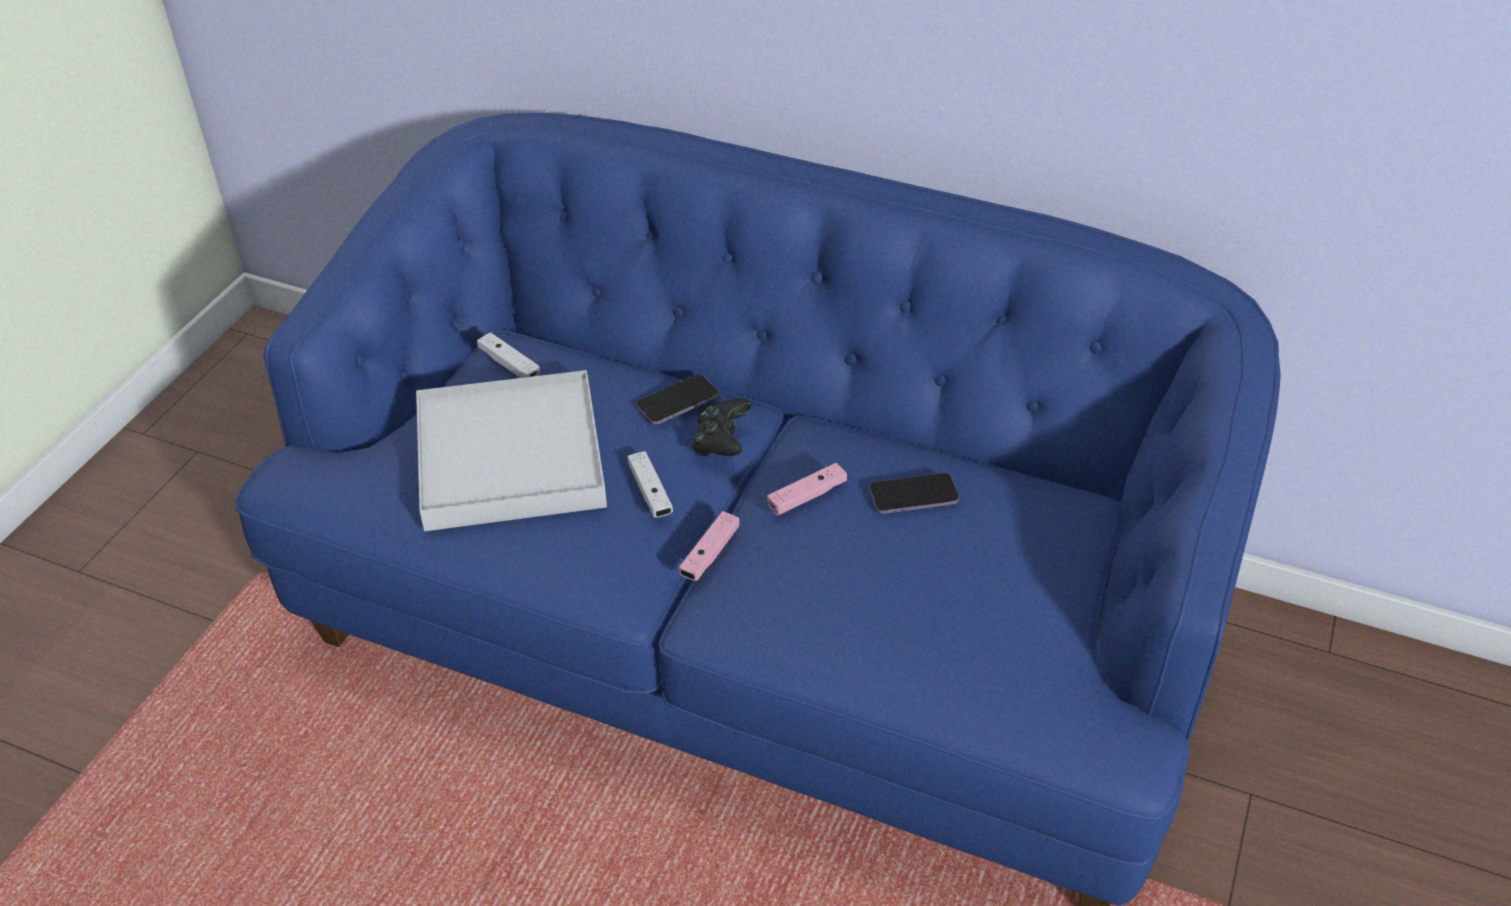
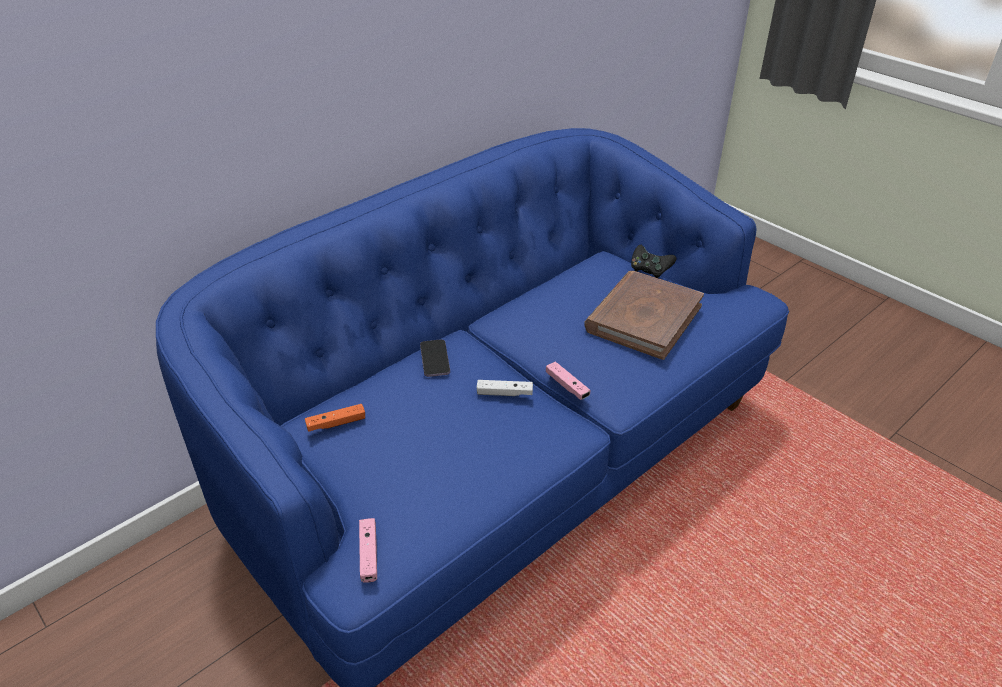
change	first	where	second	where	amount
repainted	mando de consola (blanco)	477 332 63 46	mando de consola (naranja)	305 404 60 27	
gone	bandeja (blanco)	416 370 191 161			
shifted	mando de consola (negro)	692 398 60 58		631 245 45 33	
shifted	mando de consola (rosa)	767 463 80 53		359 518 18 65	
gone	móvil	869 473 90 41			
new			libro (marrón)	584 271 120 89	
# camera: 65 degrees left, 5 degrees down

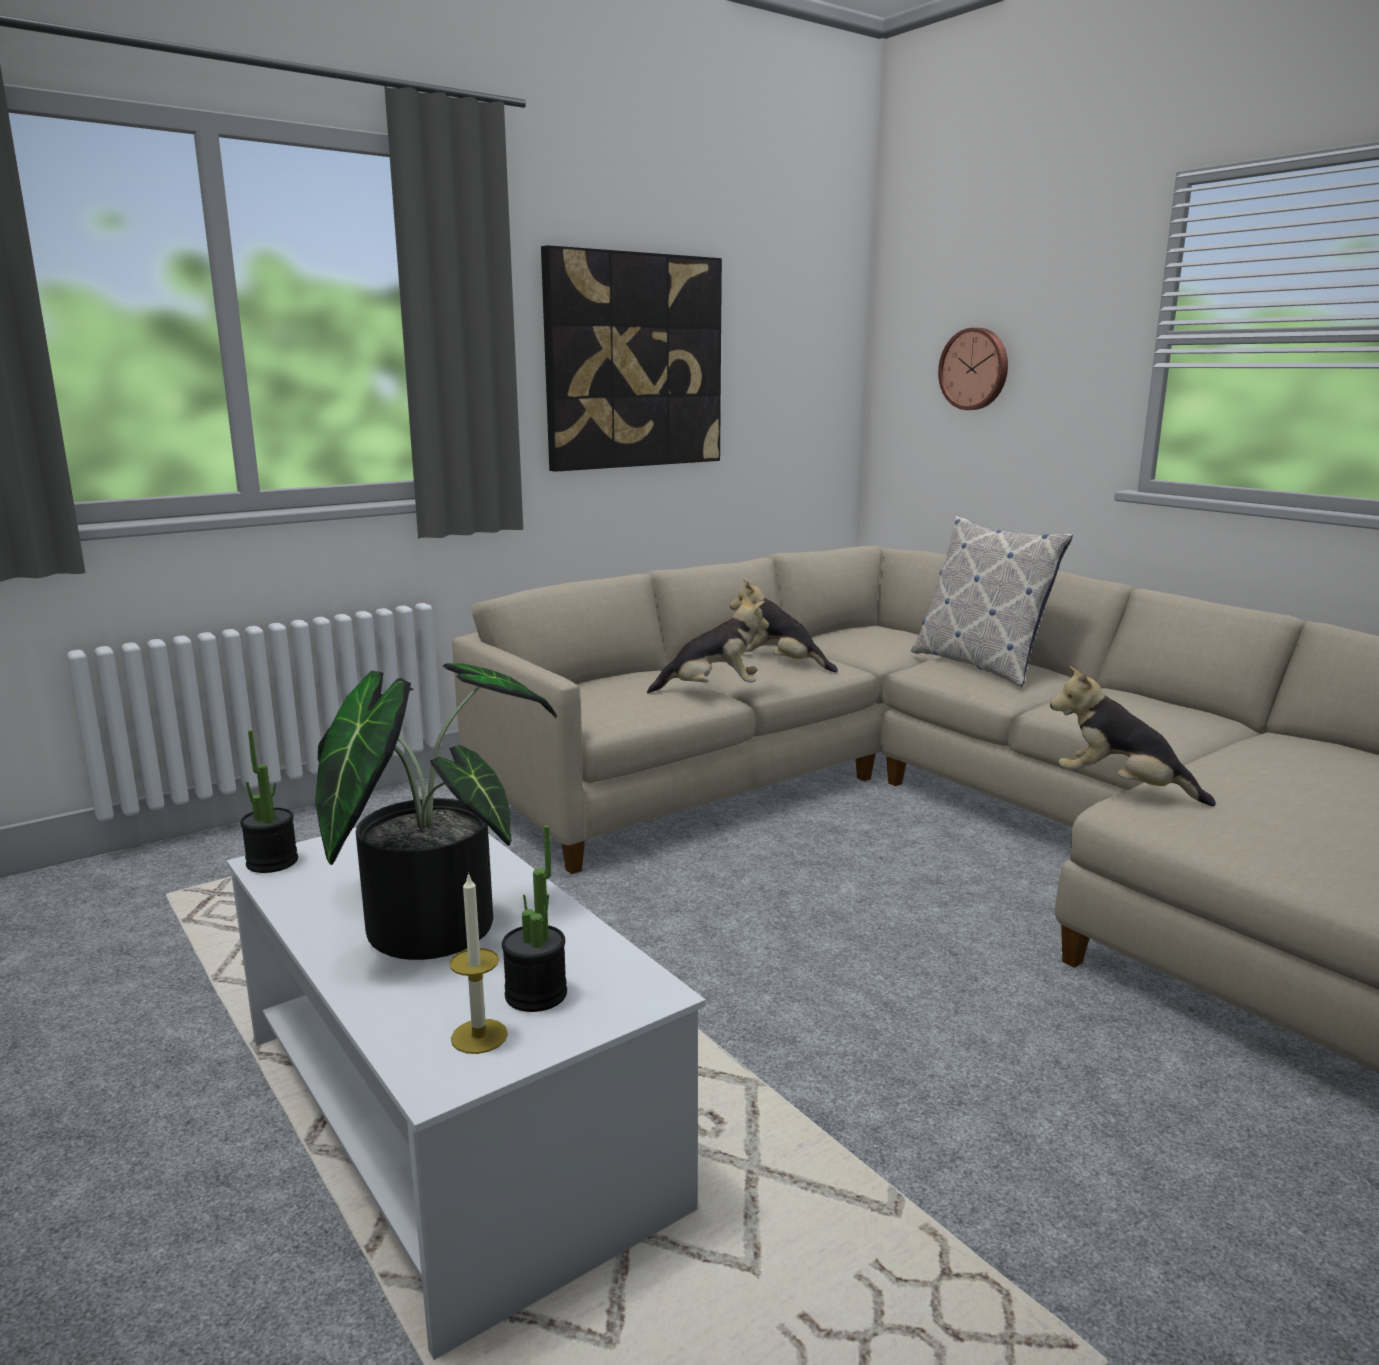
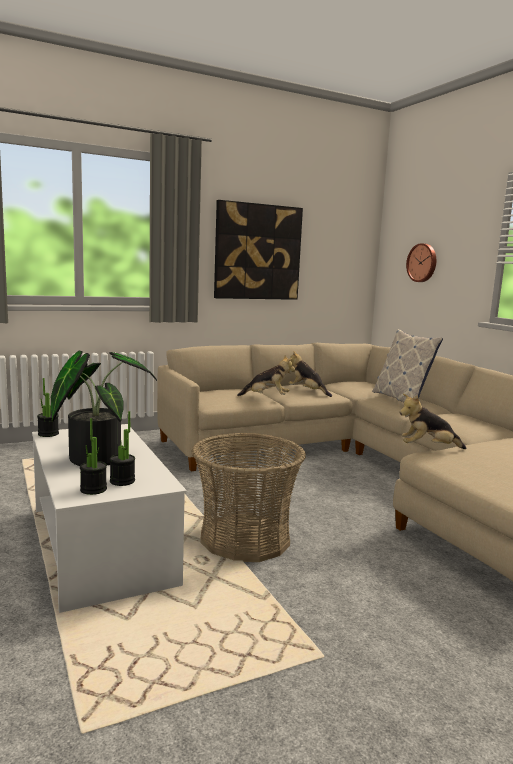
change	first	where	second	where	amount
rotated	peluche	1050 666 166 141		399 394 68 55	45 degrees counterclockwise
swapped	vela	450 872 58 182	planta en maceta	80 418 27 77	
new			cesta	191 433 115 129	
# camera: 10 degrees right, 5 degrees down

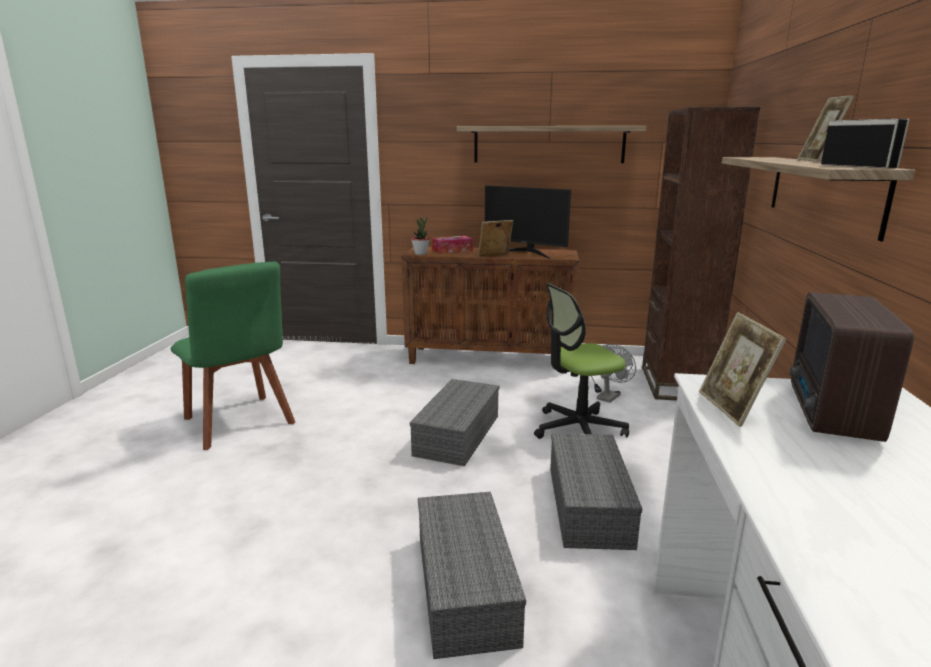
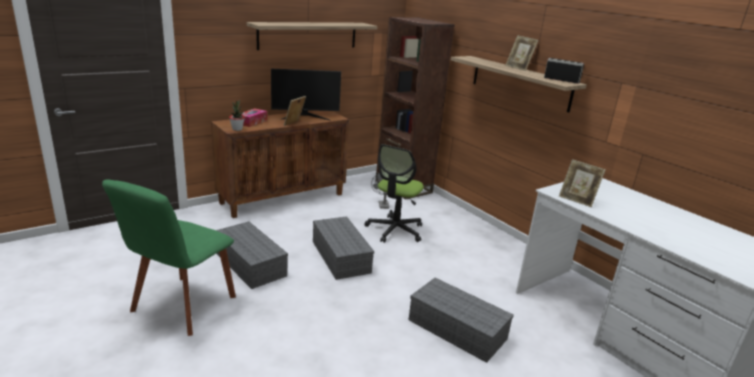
change	first	where	second	where	amount
rotated	silla (verde)	171 261 124 189		102 179 134 157	105 degrees clockwise
gone	radio	790 292 124 150			
shifted	caja de almacenaje (gris)	550 433 92 117		216 221 72 68	
# camera: 45 degrees left, 5 degrees up

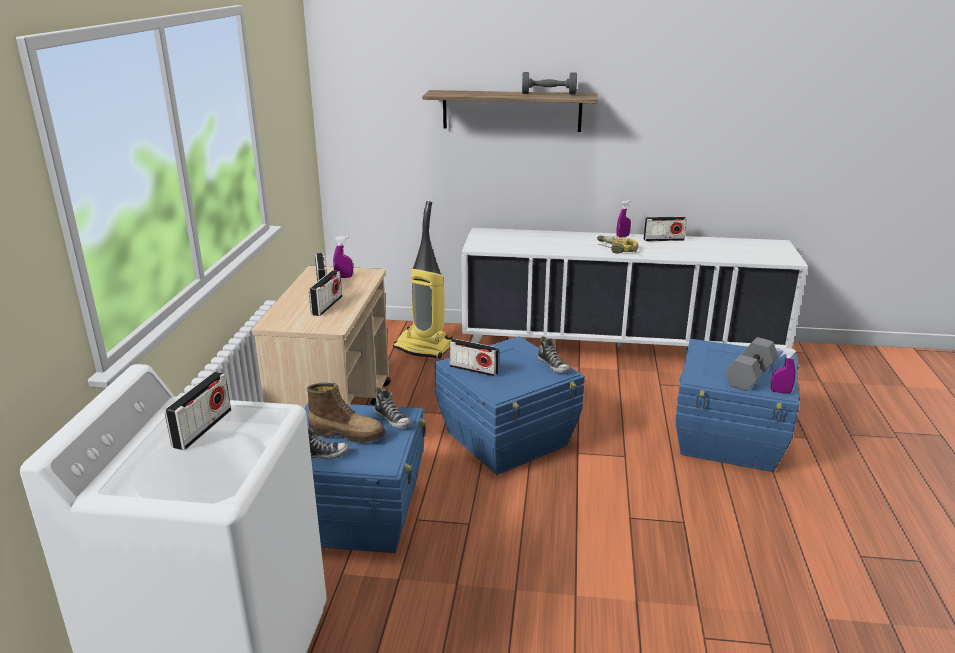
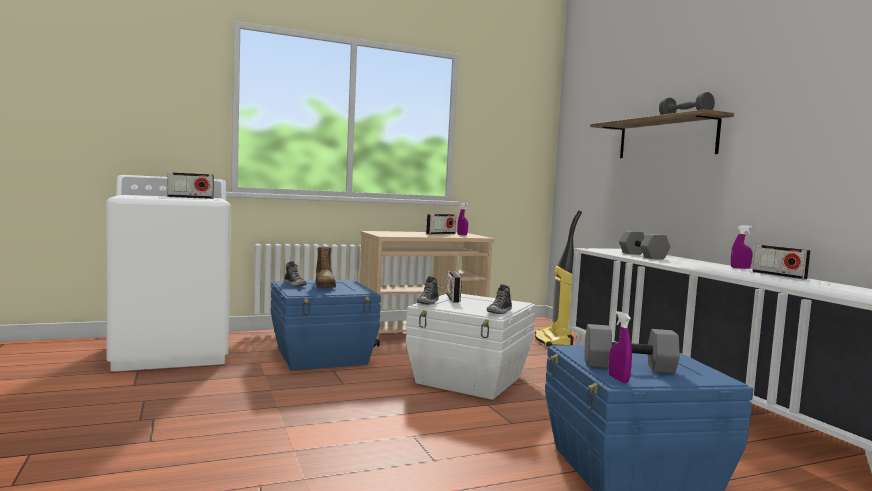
change	first	where	second	where	amount
gone	taladro	597 235 42 18			
gone	radio	309 270 33 46			
repainted	caja de almacenaje (azul)	435 336 150 139	caja de almacenaje (blanco)	406 294 130 106	
shifted	zapato	374 387 37 41		417 276 22 29	
new			mancuerna (gris)	619 231 51 29	
# camera: 60 degrees right, 20 degrees down

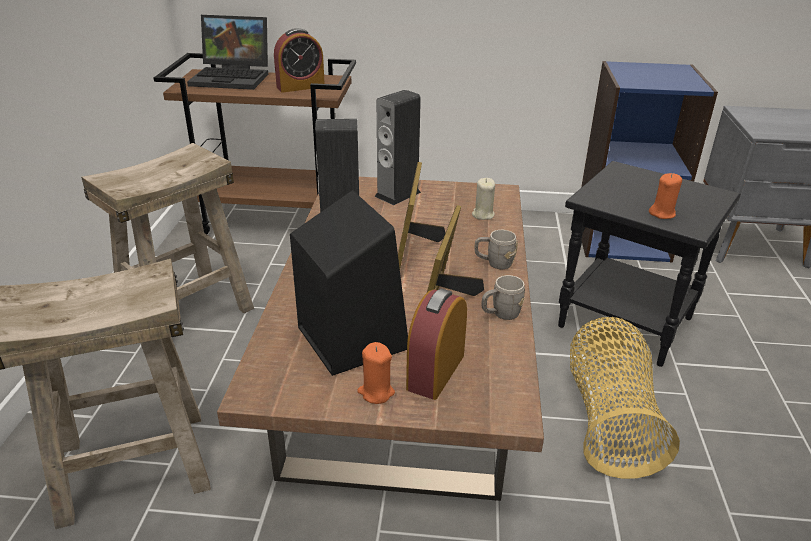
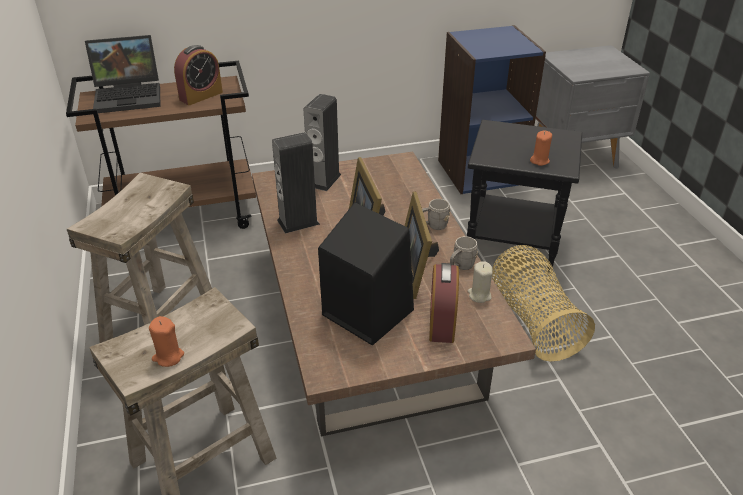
change	first	where	second	where	amount
shifted	vela (beis)	472 178 23 42		468 261 25 42	
shifted	vela (naranja)	357 342 38 62		149 316 35 51	
# camera: 20 degrees left, 5 degrees up

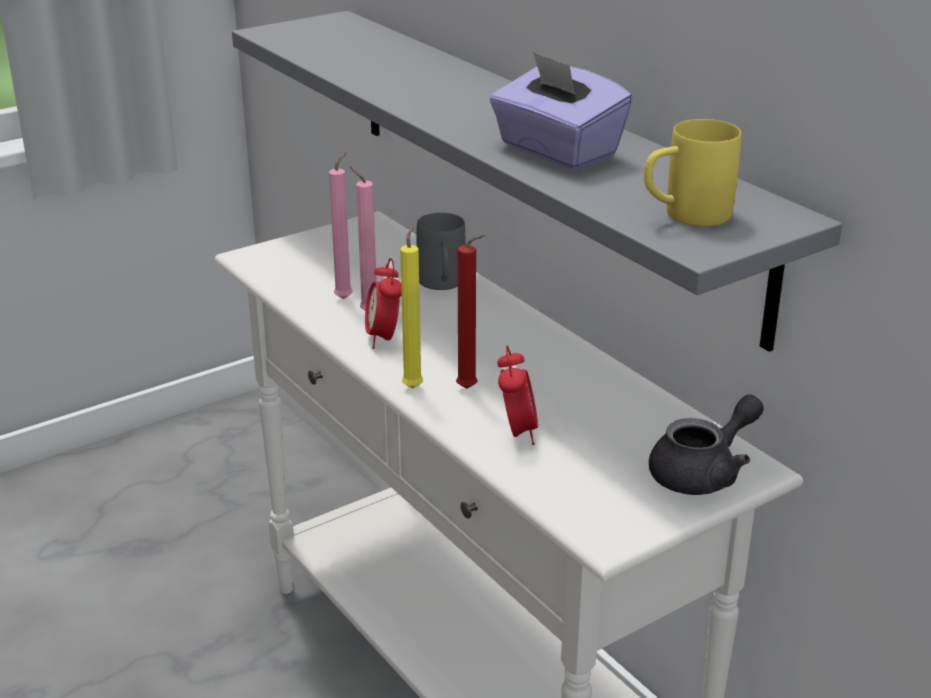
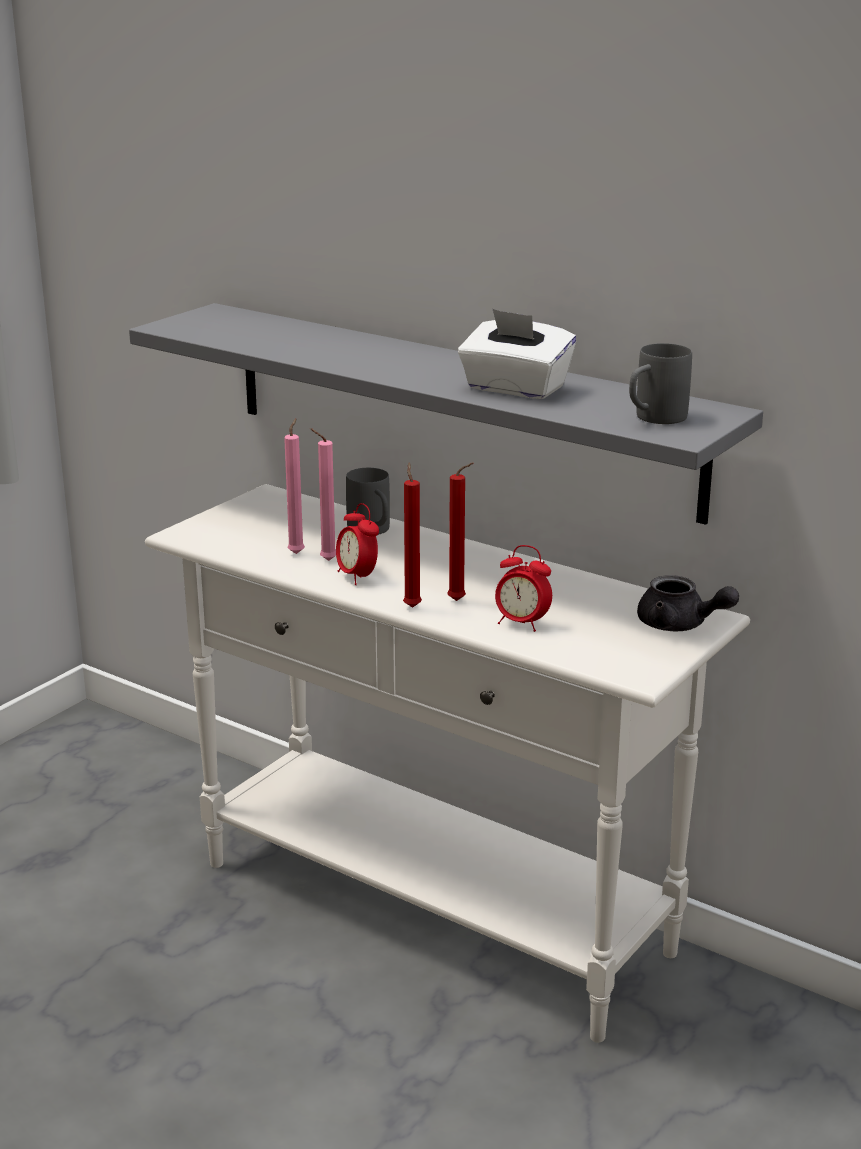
change	first	where	second	where	amount
repainted	caja de pañuelos (morado)	490 51 143 119	caja de pañuelos (blanco)	458 309 118 90	
repainted	taza grande (amarillo)	644 119 97 107	taza grande (gris)	629 343 63 81	
repainted	vela (amarillo)	400 224 23 164	vela (rojo)	403 463 19 145	
rotated	despertador	498 345 40 100		495 545 57 87	135 degrees clockwise
rotated	tetera (gris)	649 395 115 100		637 575 102 56	90 degrees clockwise
# camera: 20 degrees left, 5 degrees down

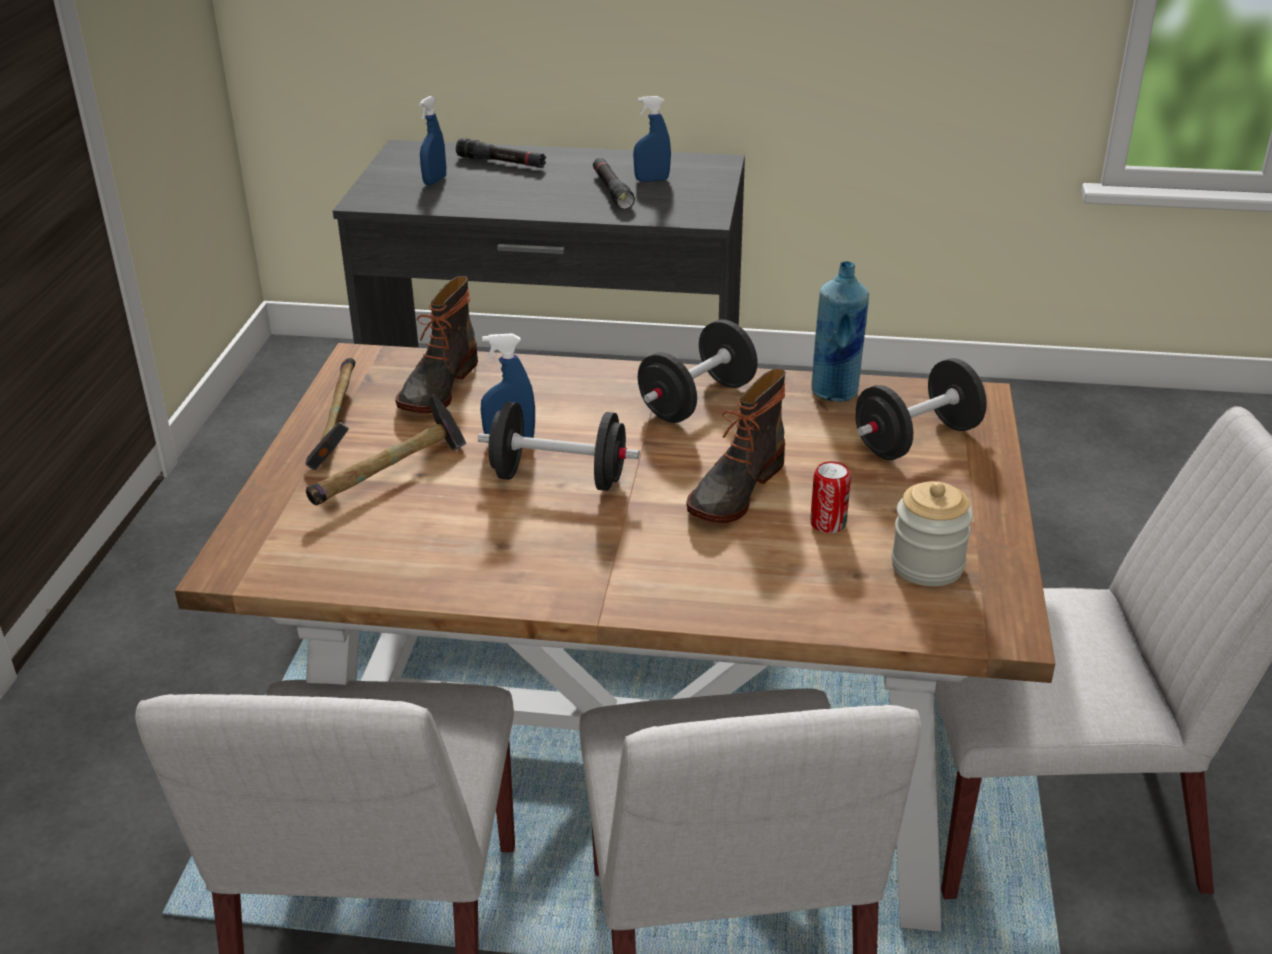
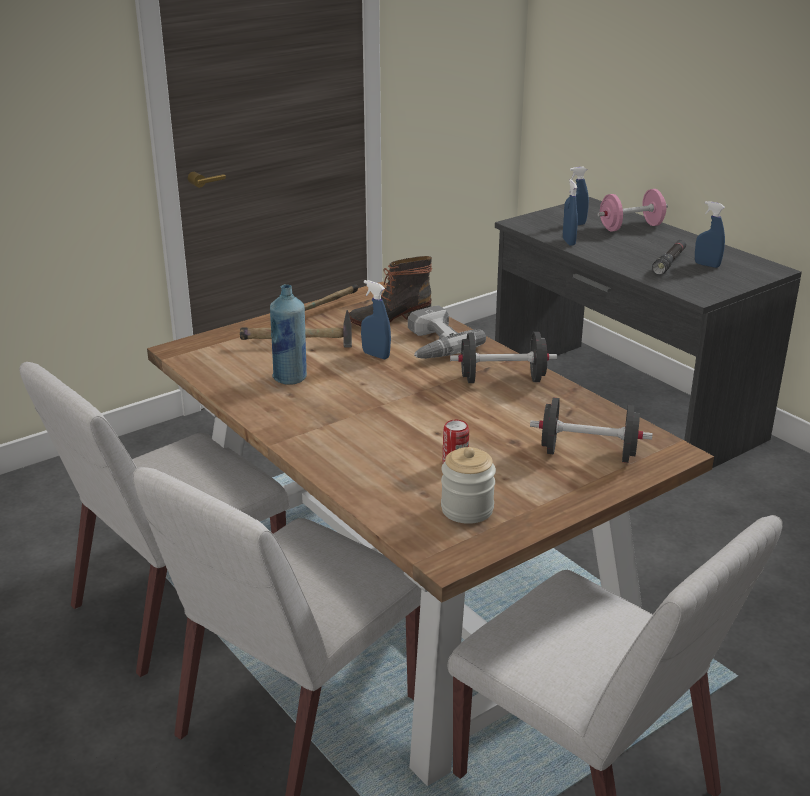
change	first	where	second	where	amount
swapped	linterna (negro)	456 138 90 30	mancuerna (rosa)	598 189 70 43	
shifted	botella (azul)	811 261 58 141		270 284 37 101	
gone	bota	686 368 100 155			
gone	mancuerna (negro)	478 402 162 89			
new			pulverizador (azul)	563 179 15 67	
new			taladro	408 305 78 54	
# camera: 45 degrees right, 5 degrees down

